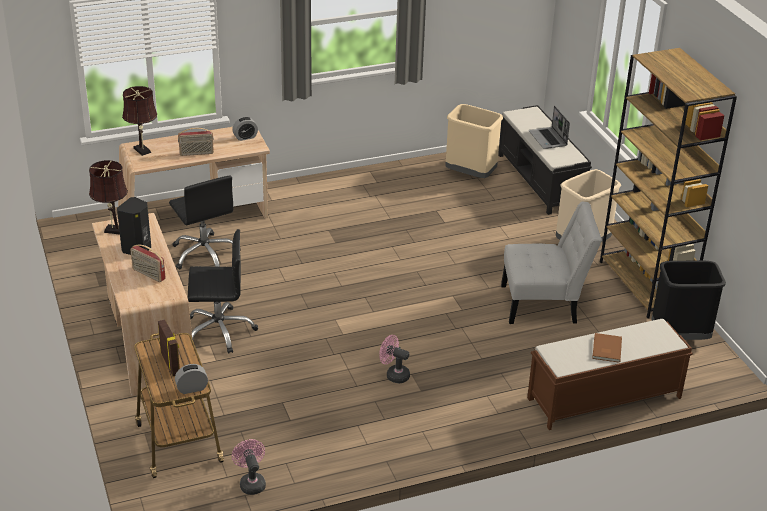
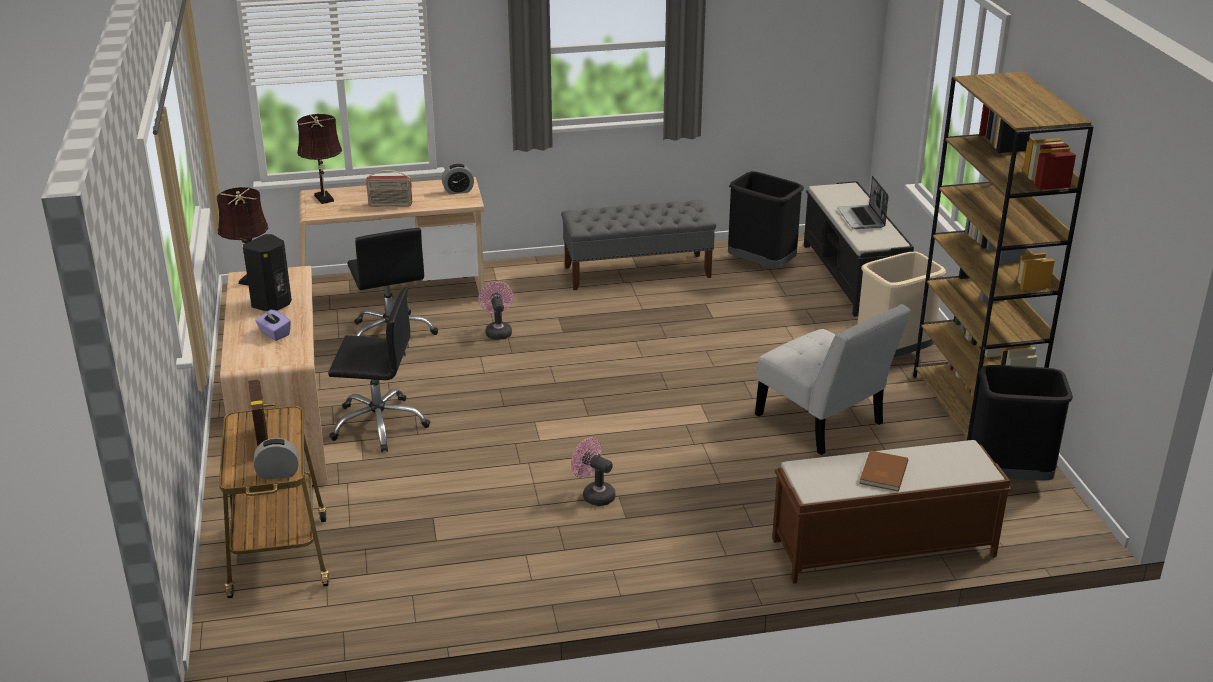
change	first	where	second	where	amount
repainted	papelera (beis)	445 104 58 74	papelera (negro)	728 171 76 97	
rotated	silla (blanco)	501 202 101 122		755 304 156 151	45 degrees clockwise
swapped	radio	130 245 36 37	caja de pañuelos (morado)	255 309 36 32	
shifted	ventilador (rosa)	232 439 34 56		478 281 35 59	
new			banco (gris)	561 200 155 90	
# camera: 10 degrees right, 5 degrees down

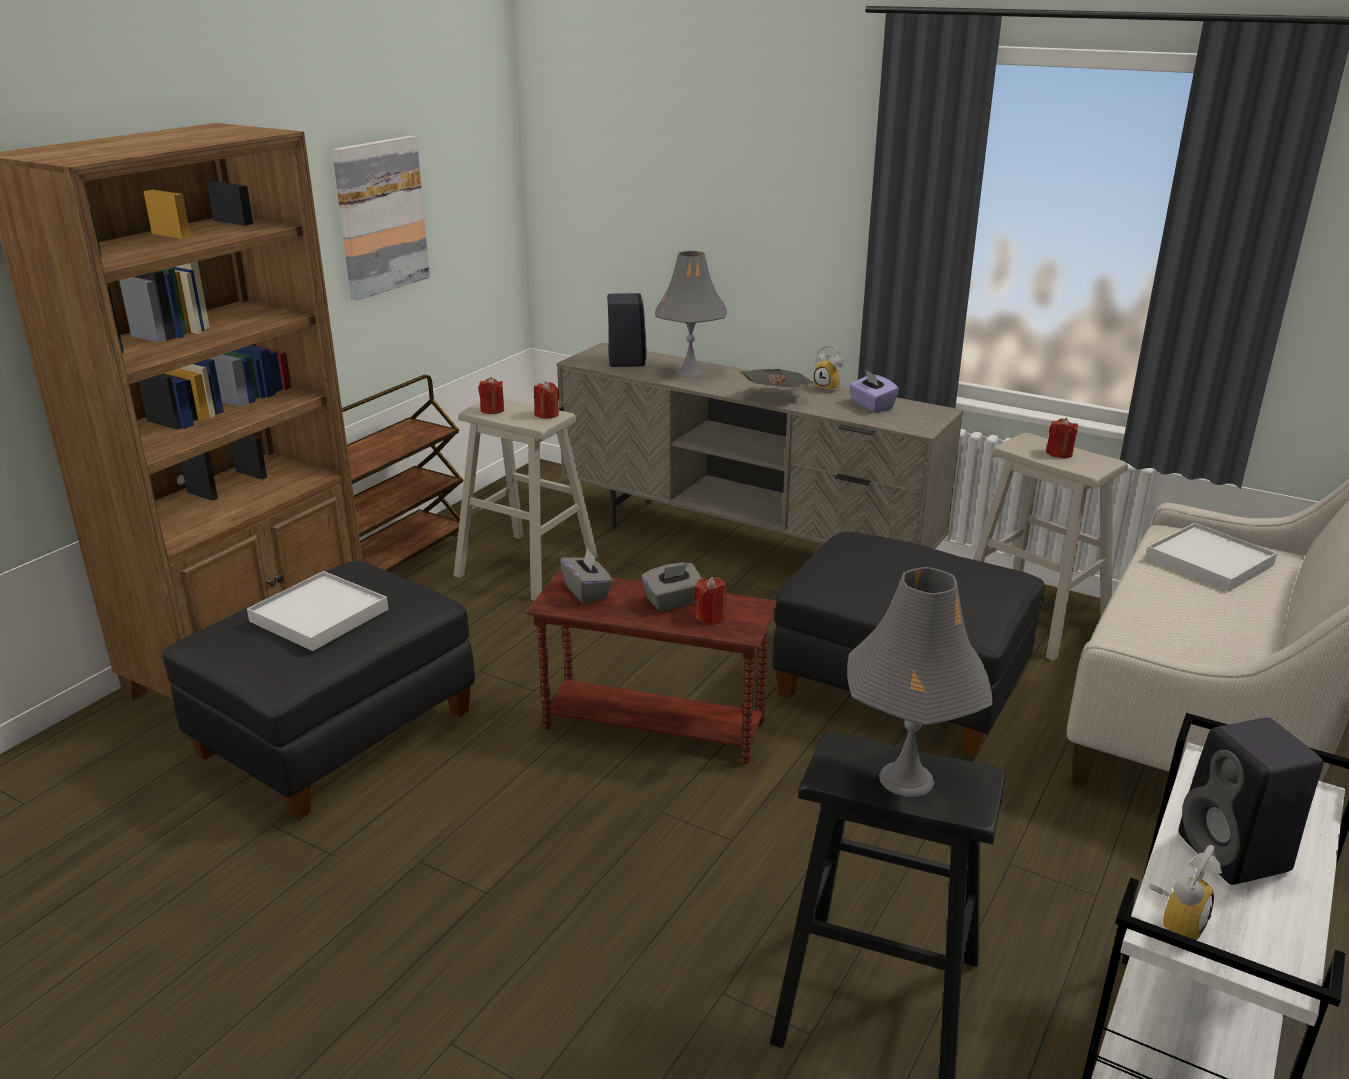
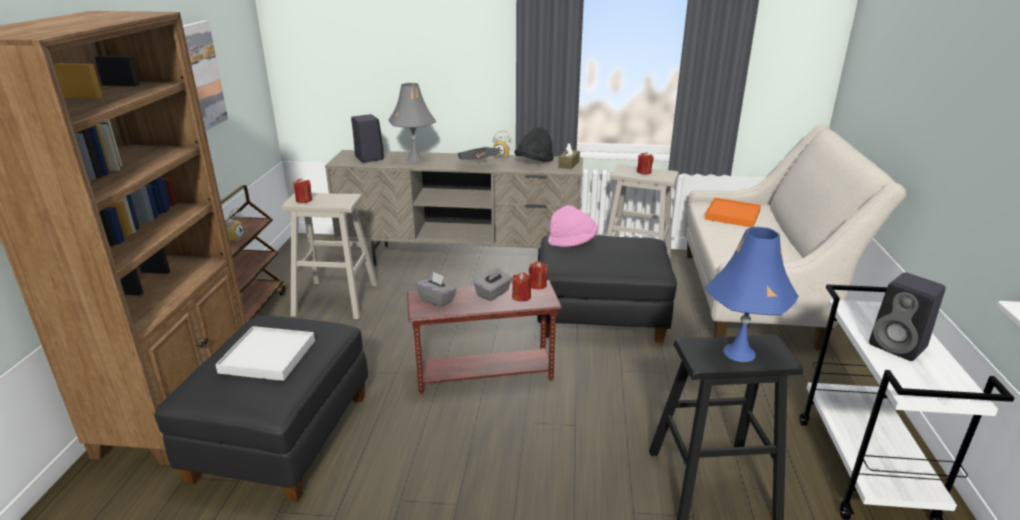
change	first	where	second	where	amount
swapped	caja de pañuelos (morado)	849 370 50 43	sombrero (negro)	514 127 40 35	
shifted	vela (rojo)	534 381 26 38		529 261 19 28	
repainted	bandeja (blanco)	1146 523 131 69	bandeja (naranja)	705 198 56 29	
repainted	lámpara de mesa (gris)	847 567 146 230	lámpara de mesa (azul)	705 227 93 135	
shifted	despertador	1149 845 73 95		225 208 21 34	
new			caja de pañuelos (marrón)	558 143 22 26	
new			sombrero (rosa)	548 205 50 42	
# camera: 25 degrees left, 0 degrees up

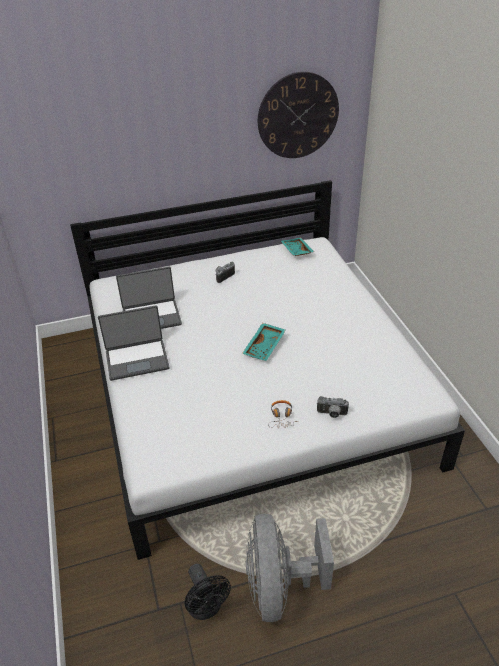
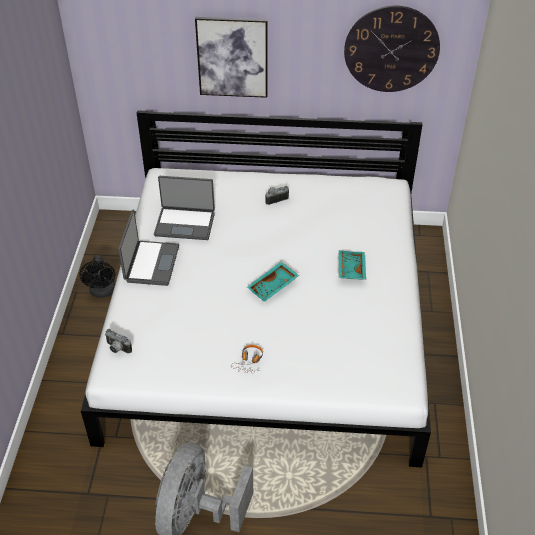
change	first	where	second	where	amount
shifted	bandeja (turquesa)	281 238 33 18		339 250 27 30	
rotated	portátil	98 305 72 76		118 210 61 76	90 degrees counterclockwise
shifted	cámara	317 396 32 22		105 329 27 25	
shifted	ventilador (negro)	184 564 47 56		79 255 36 43	
new			cuadro	195 17 73 81	
# camera: 20 degrees right, 5 degrees up

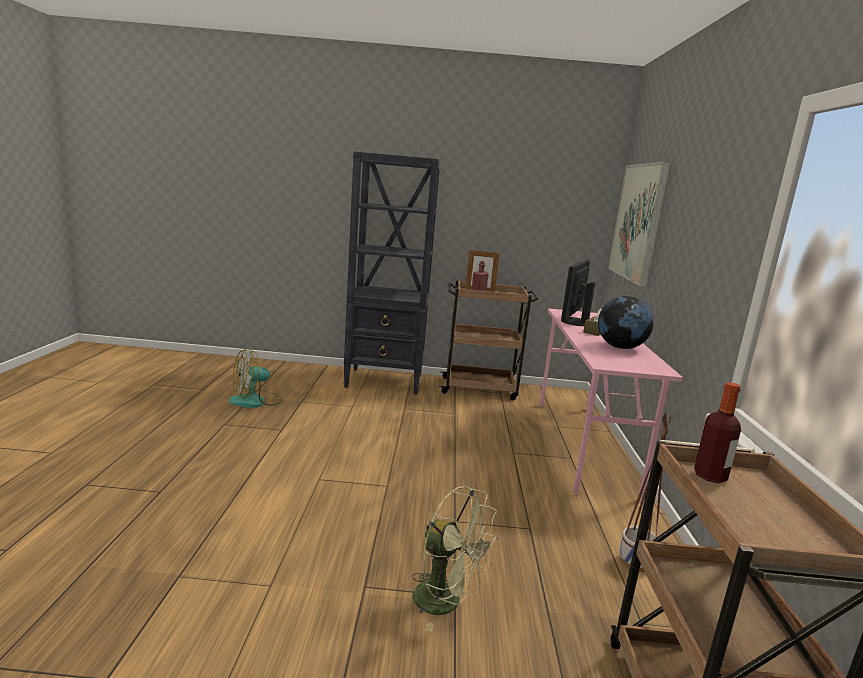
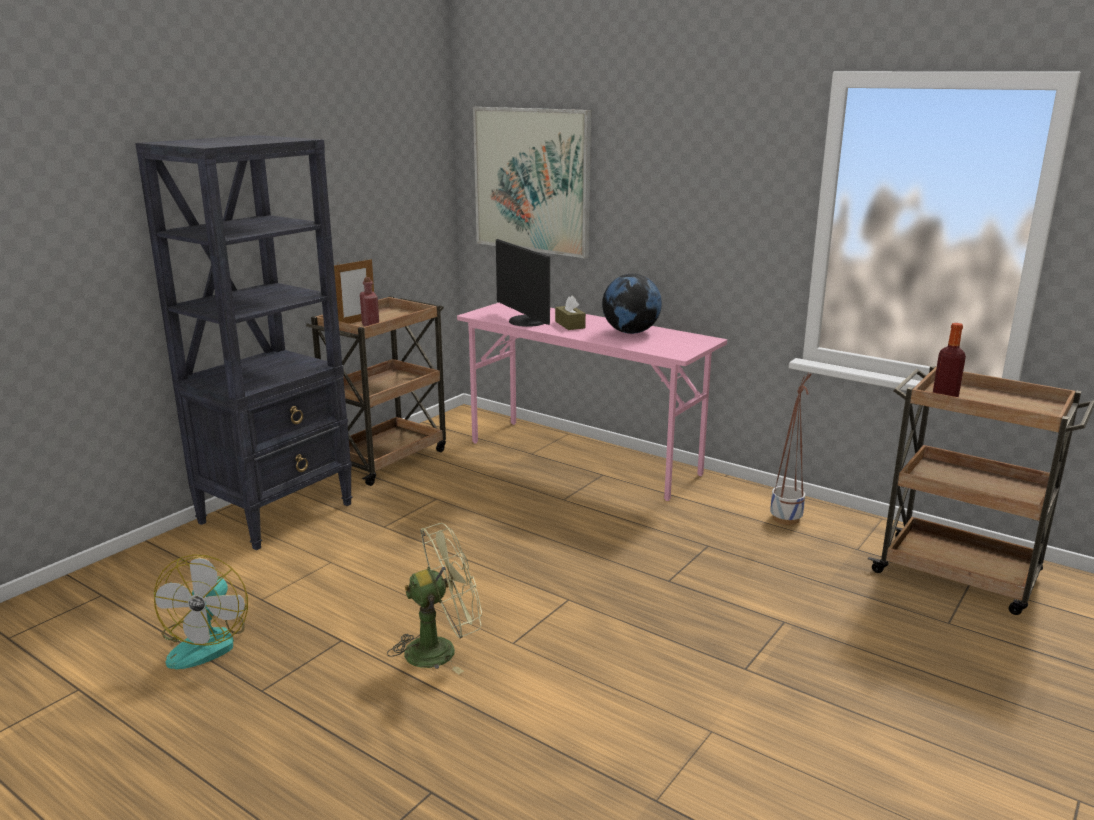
change	first	where	second	where	amount
shifted	ventilador (verde)	412 486 86 146		387 523 95 151	
# camera: 55 degrees left, 5 degrees up

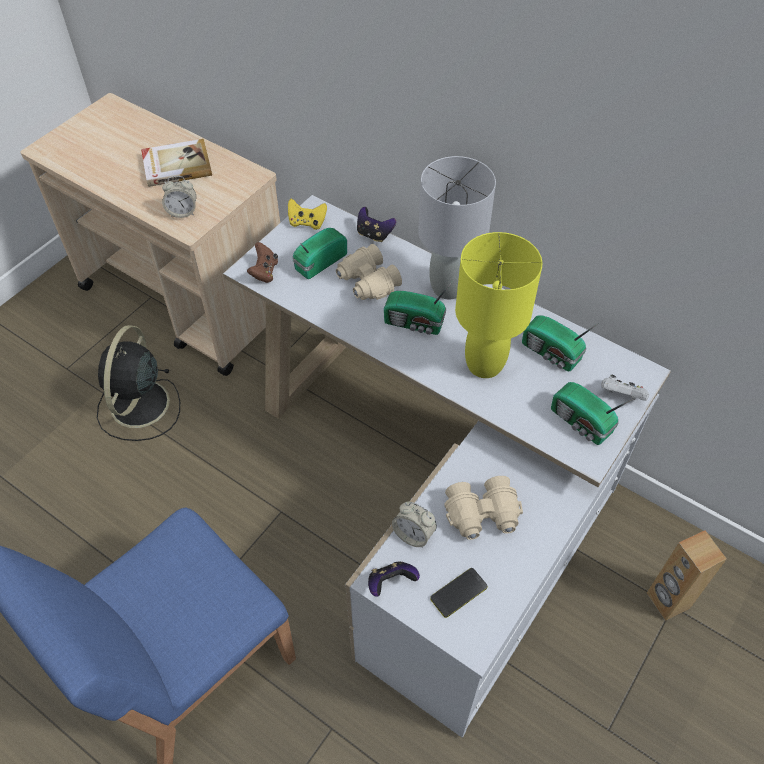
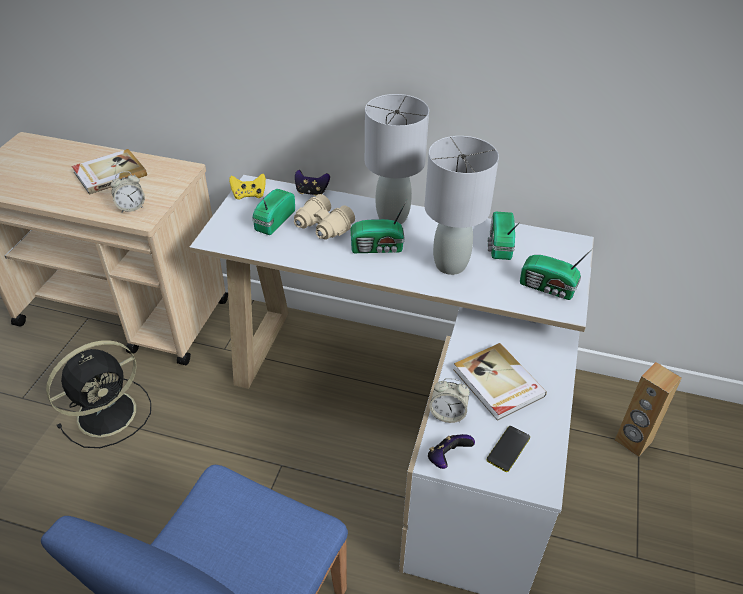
change	first	where	second	where	amount
repainted	lámpara de mesa (amarillo)	455 232 87 146	lámpara de mesa (gris)	424 136 75 139	
gone	mando de consola (marrón)	247 242 31 41			
rotated	radio	522 315 77 57		488 212 32 48	75 degrees clockwise
rotated	ventilador (negro)	97 325 83 116		46 340 105 108	120 degrees counterclockwise
gone	mando de consola (blanco)	601 375 48 26			
swapped	prismáticos (beis)	444 476 79 64	libro	453 343 94 78	
# camera: 20 degrees left, 10 degrees down

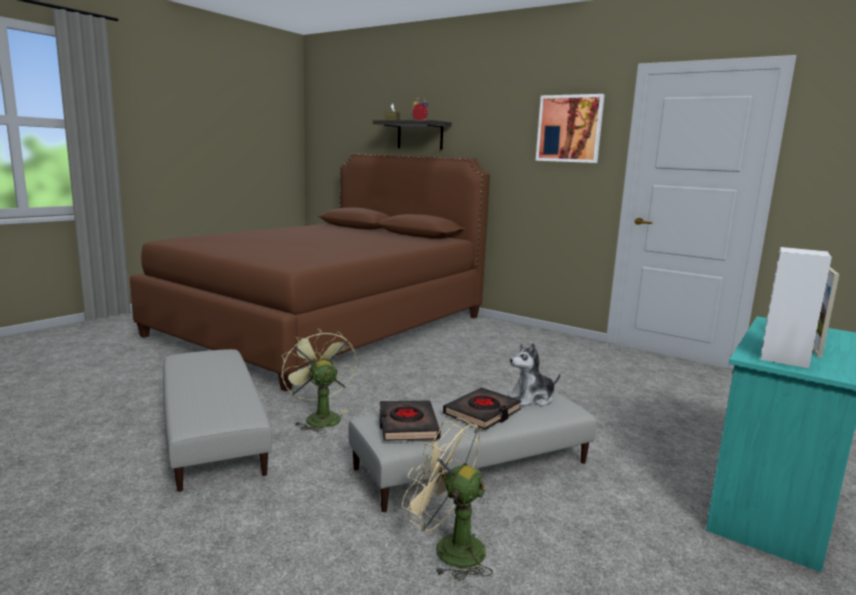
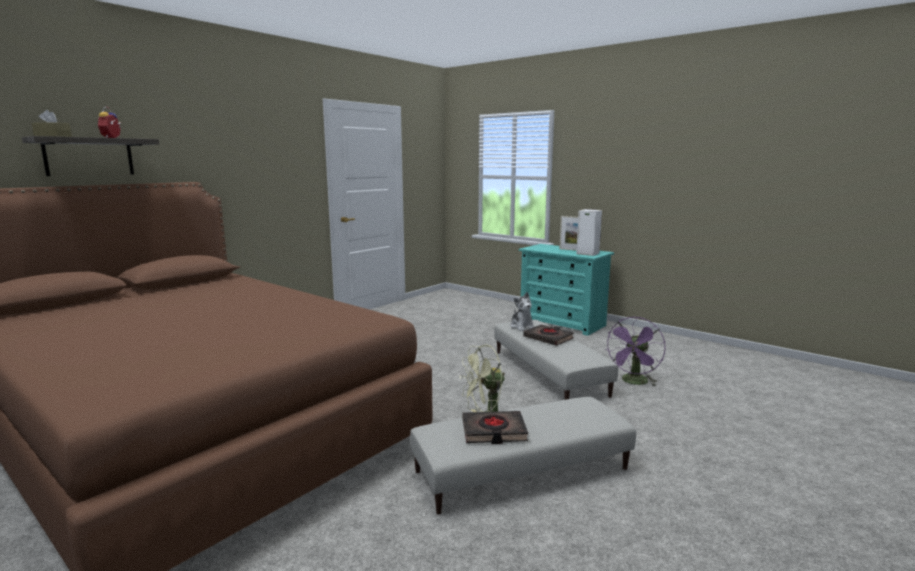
change	first	where	second	where	amount
gone	cuadro	536 94 69 69			
shifted	libro (negro)	380 401 61 40		463 411 65 33	
repainted	ventilador (beis)	402 418 91 163	ventilador (morado)	606 317 60 69	
# camera: 85 degrees left, 0 degrees up

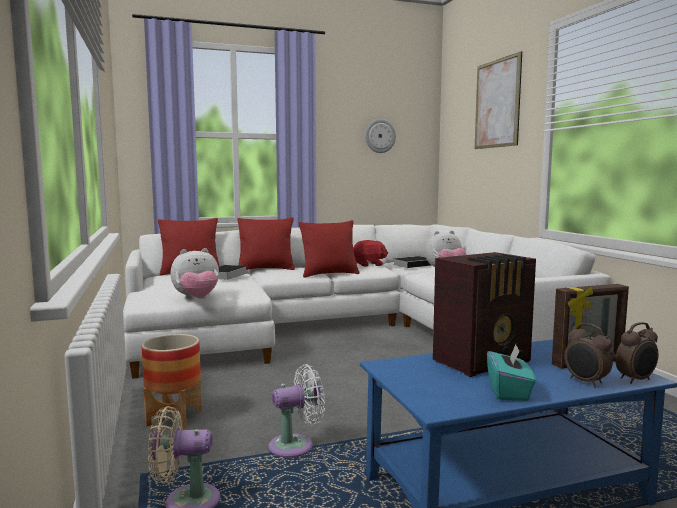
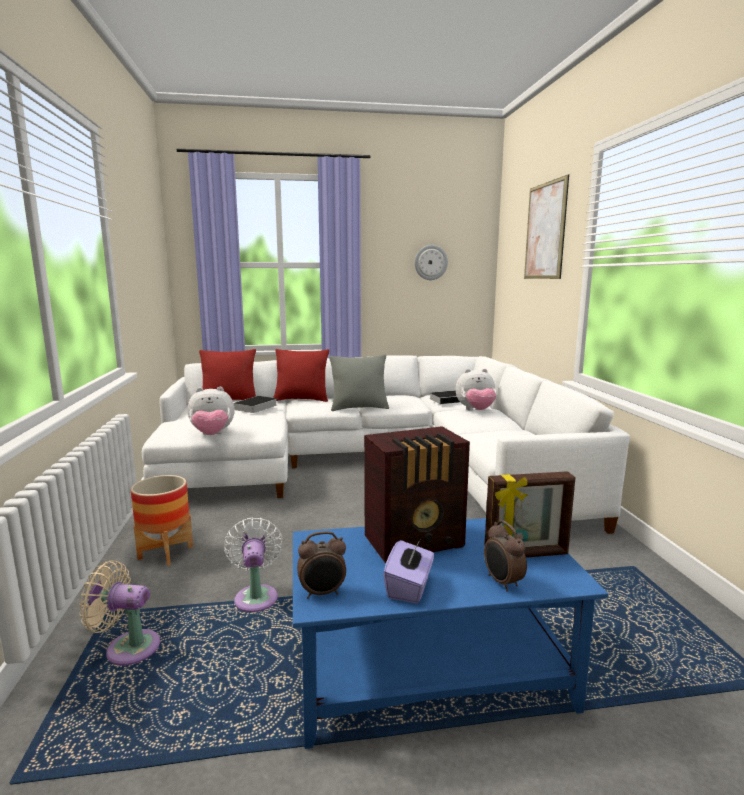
change	first	where	second	where	amount
repainted	cojín (rojo)	299 220 60 57	cojín (gris)	329 354 60 57	
gone	peluche (rojo)	353 240 35 27			
shifted	despertador	615 322 43 62		297 531 49 68	
repainted	caja de pañuelos (turquesa)	487 345 49 56	caja de pañuelos (morado)	383 540 51 63	
rotated	ventilador (blanco)	268 364 57 94		224 517 59 95	90 degrees counterclockwise
# camera: 10 degrees right, 5 degrees up

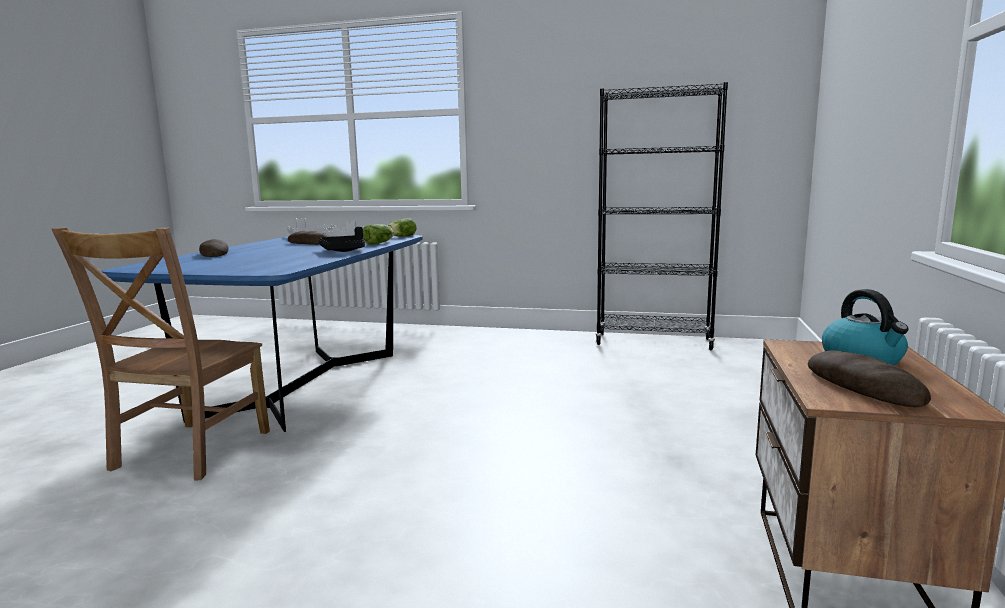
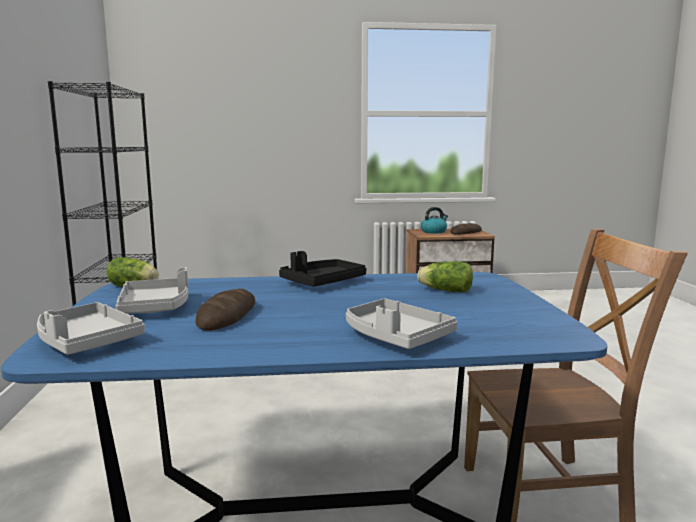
change	first	where	second	where	amount
shifted	lechuga	363 224 31 21		417 261 56 32	
swapped	pan	199 239 30 18	bandeja (gris)	346 298 111 51	
# camera: 110 degrees left, 0 degrees up

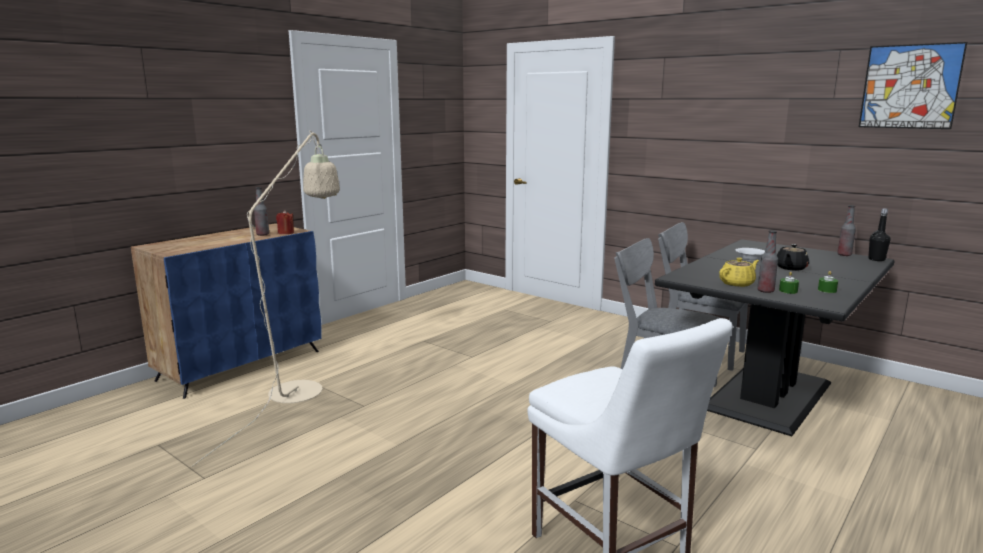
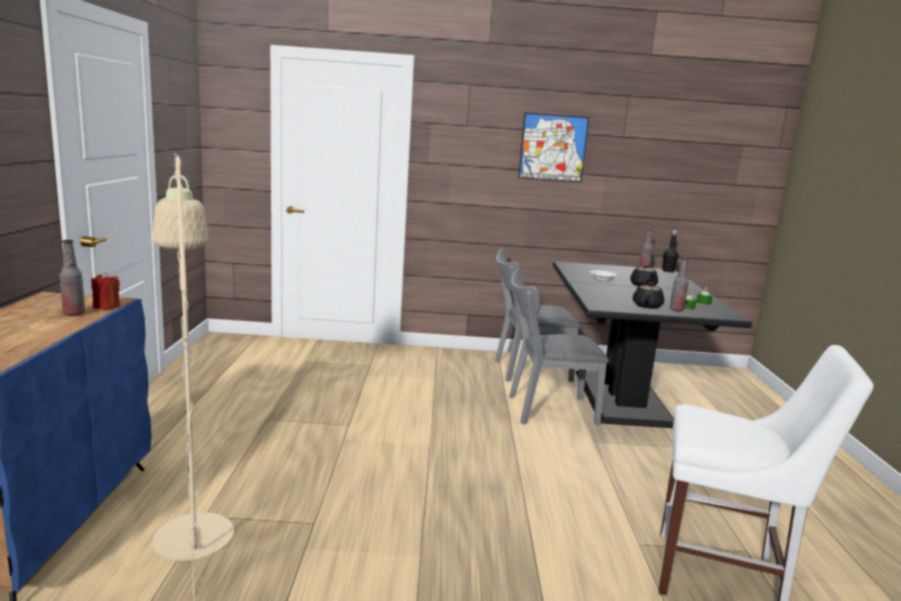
change	first	where	second	where	amount
shifted	cuadro	859 42 108 87		518 113 71 70	
repainted	tetera (amarillo)	719 258 40 29	tetera (negro)	632 283 32 26	
# camera: 40 degrees left, 0 degrees up

